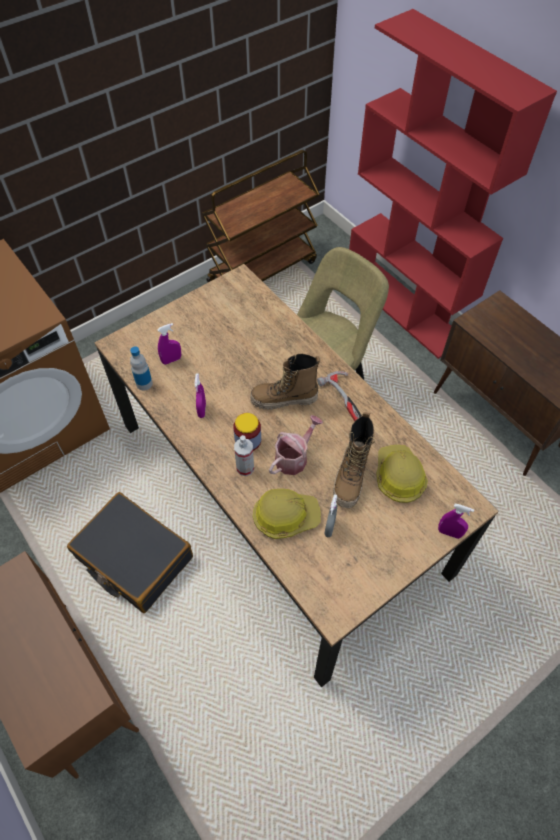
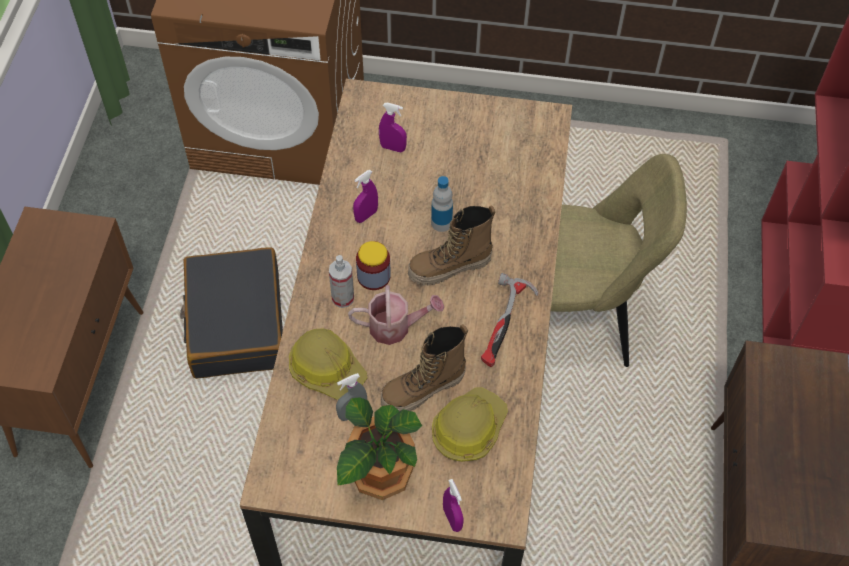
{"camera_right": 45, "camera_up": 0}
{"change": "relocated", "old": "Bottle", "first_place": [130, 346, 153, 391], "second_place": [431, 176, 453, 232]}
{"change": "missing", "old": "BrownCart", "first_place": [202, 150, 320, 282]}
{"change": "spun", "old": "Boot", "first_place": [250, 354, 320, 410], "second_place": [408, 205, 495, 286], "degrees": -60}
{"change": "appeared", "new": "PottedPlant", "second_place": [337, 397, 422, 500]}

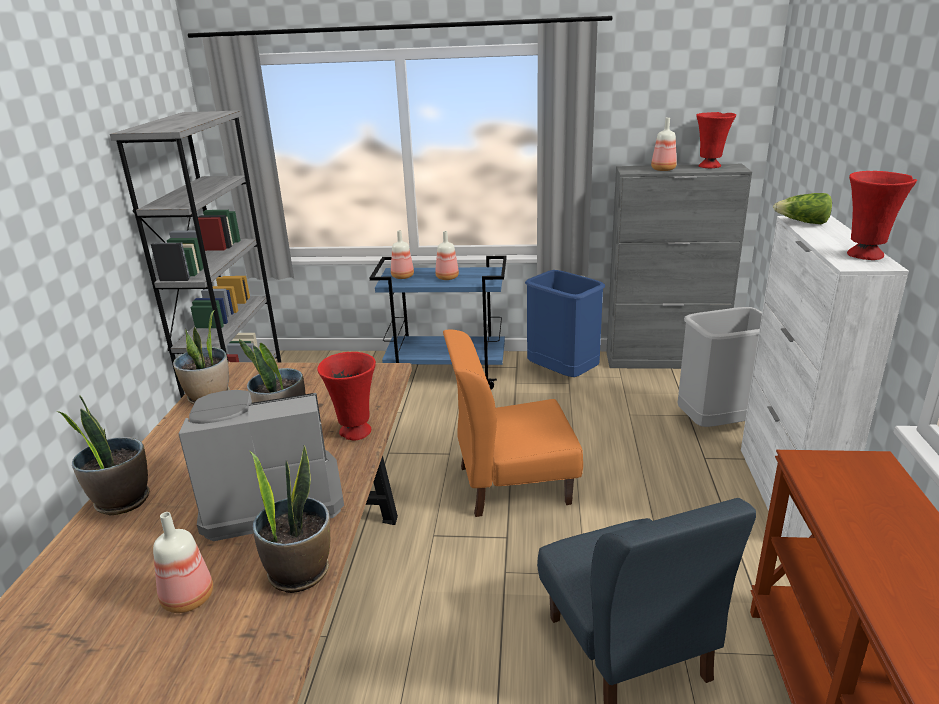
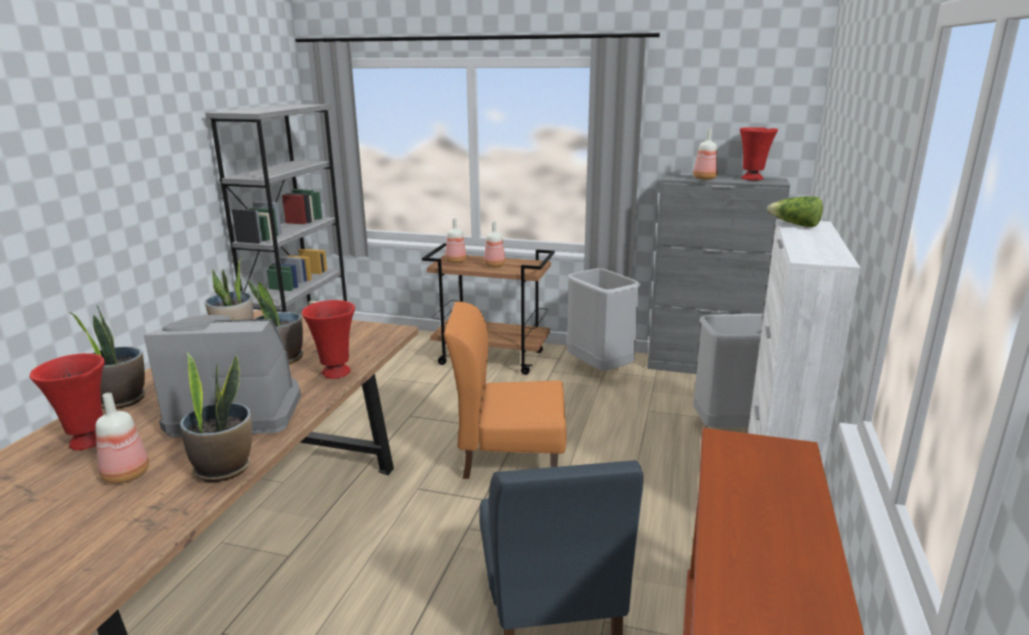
{"camera_right": 10, "camera_up": -5}
{"change": "colour", "old": "BlueCart", "new": "BrownCart", "first_place": [370, 256, 507, 389], "second_place": [422, 243, 555, 375]}
{"change": "colour", "old": "BlueTrashCan", "new": "GreyTrashCan", "first_place": [525, 270, 605, 377], "second_place": [567, 268, 641, 371]}
{"change": "relocated", "old": "RedVase", "first_place": [847, 171, 917, 260], "second_place": [29, 353, 105, 450]}

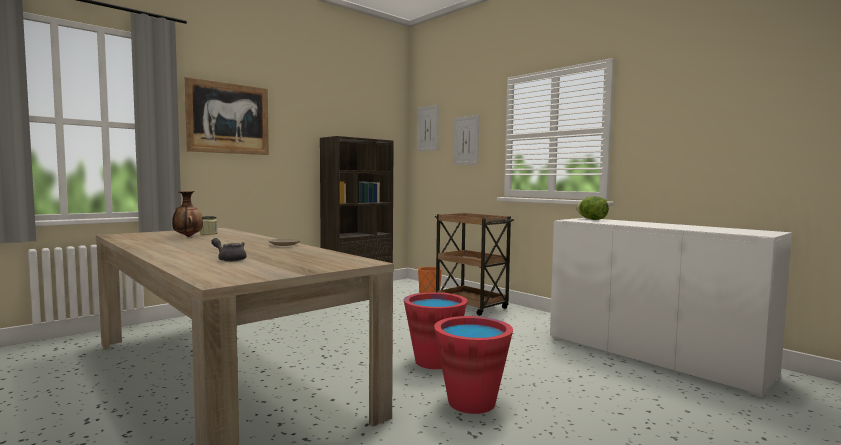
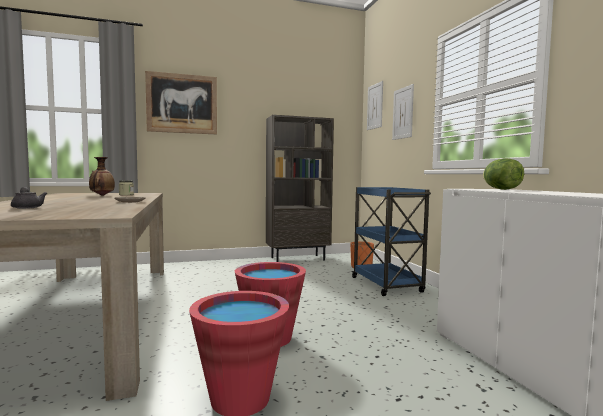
{"camera_right": 25, "camera_up": 0}
{"change": "colour", "old": "BrownCart", "new": "BlueCart", "first_place": [435, 213, 514, 316], "second_place": [352, 187, 431, 296]}

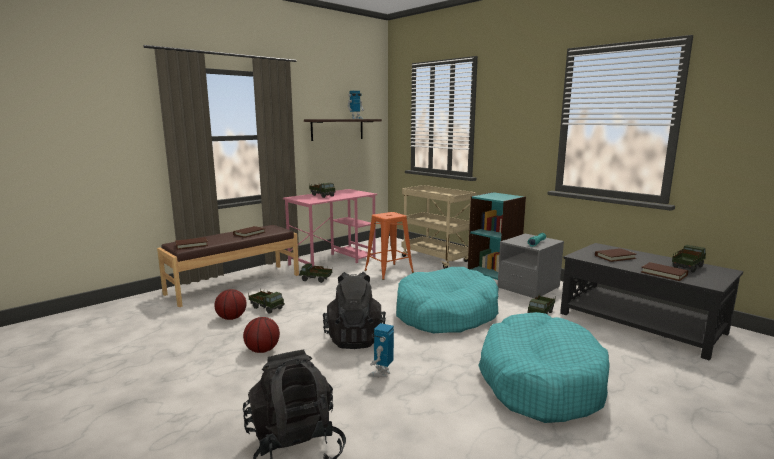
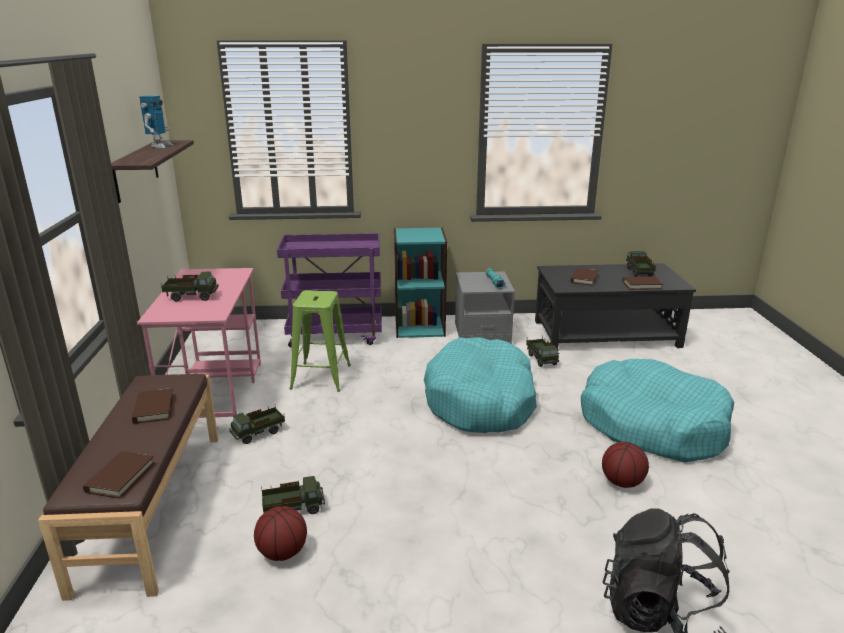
{"camera_right": -50, "camera_up": 10}
{"change": "relocated", "old": "Basketball", "first_place": [243, 317, 280, 353], "second_place": [602, 442, 649, 488]}
{"change": "missing", "old": "BlackBackpack", "first_place": [323, 272, 386, 349]}
{"change": "colour", "old": "OrangeStool", "new": "GreenStool", "first_place": [364, 212, 414, 280], "second_place": [289, 290, 351, 392]}
{"change": "missing", "old": "ToyRobot", "first_place": [368, 323, 394, 377]}
{"change": "colour", "old": "BeigeCart", "new": "PurpleCart", "first_place": [402, 185, 476, 269], "second_place": [277, 233, 382, 348]}

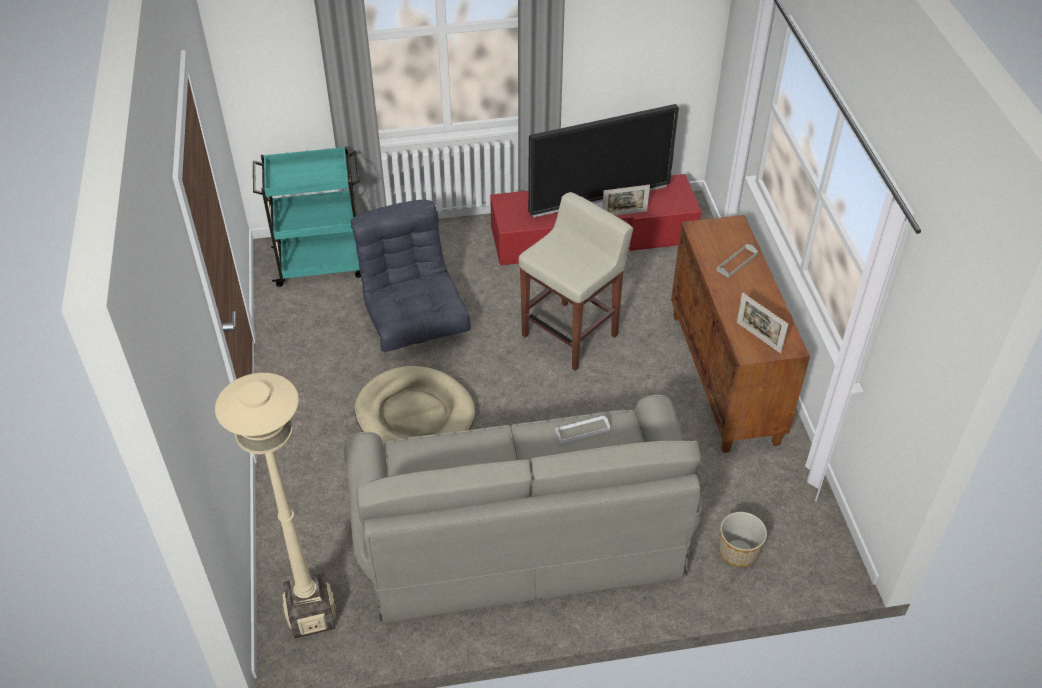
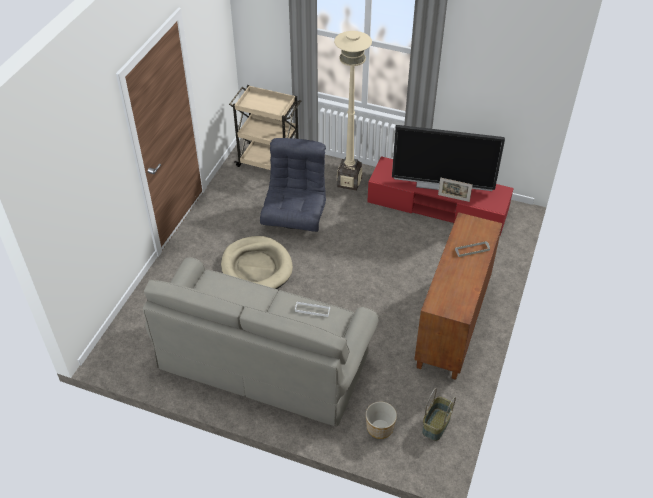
{"camera_right": 30, "camera_up": 0}
{"change": "relocated", "old": "BeigeFloorLamp", "first_place": [215, 373, 336, 639], "second_place": [334, 31, 372, 191]}
{"change": "colour", "old": "TurquoiseCart", "new": "BeigeCart", "first_place": [253, 147, 361, 287], "second_place": [229, 85, 301, 170]}
{"change": "missing", "old": "BeigeStool", "first_place": [519, 192, 633, 371]}
{"change": "missing", "old": "PictureFrame", "first_place": [737, 293, 788, 353]}
{"change": "appeared", "new": "Basket", "second_place": [422, 388, 456, 441]}

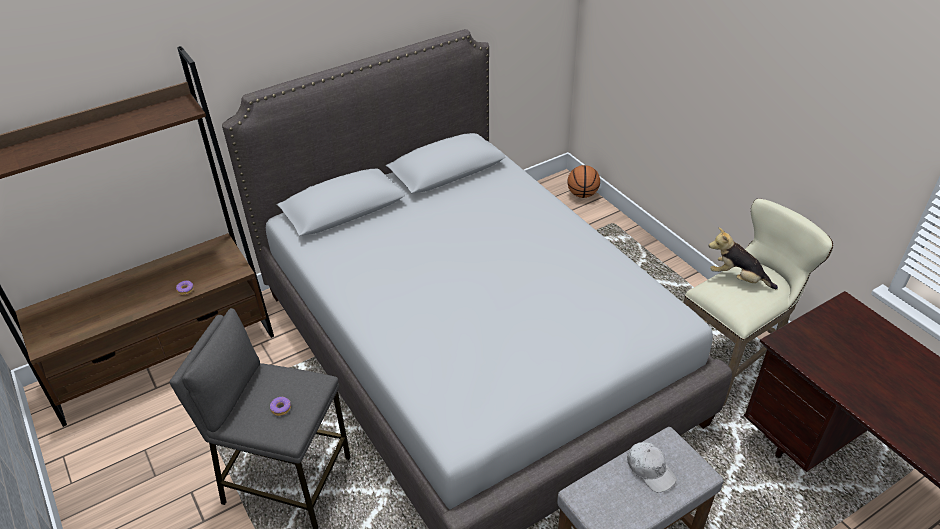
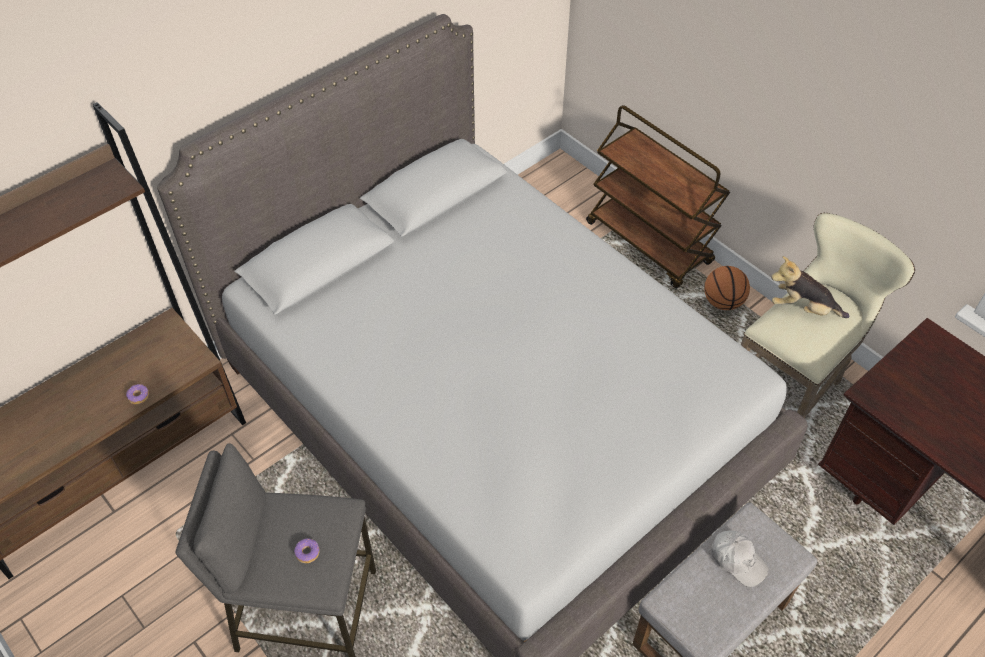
{"camera_right": -10, "camera_up": 10}
{"change": "relocated", "old": "Basketball", "first_place": [567, 165, 600, 198], "second_place": [704, 266, 750, 310]}
{"change": "appeared", "new": "BrownCart", "second_place": [586, 105, 730, 289]}

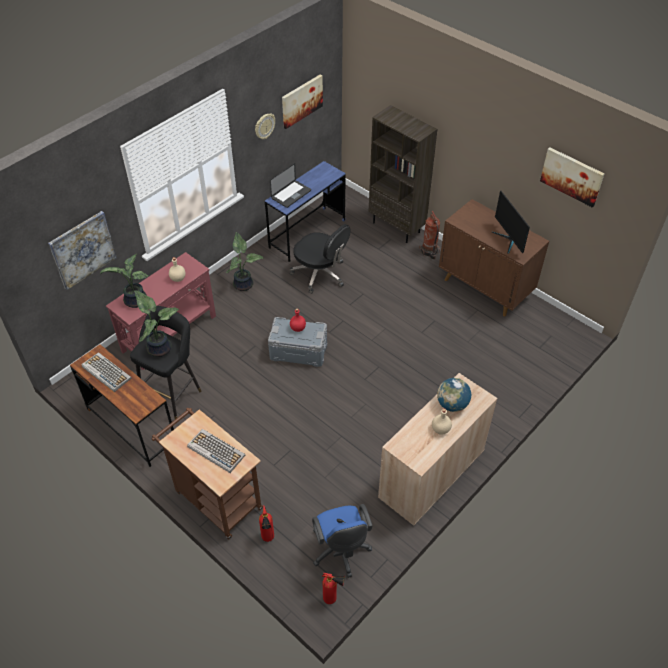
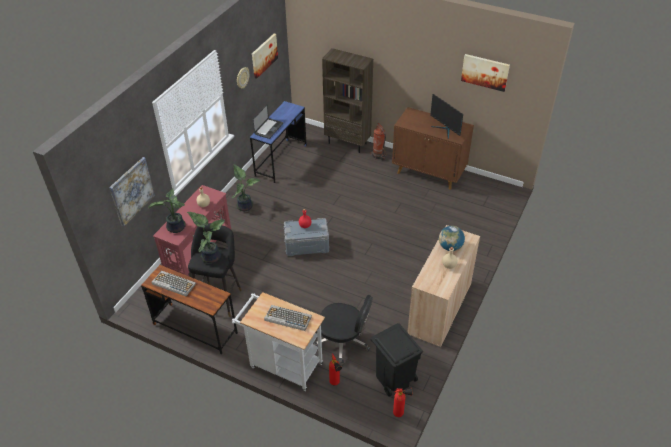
{"camera_right": -15, "camera_up": -5}
{"change": "colour", "old": "BrownCart", "new": "WhiteCart", "first_place": [152, 408, 263, 540], "second_place": [232, 292, 325, 391]}
{"change": "relocated", "old": "BlackOfficeChair", "first_place": [290, 224, 351, 294], "second_place": [314, 295, 373, 365]}
{"change": "exchanged", "old": "BlueOfficeChair", "new": "BlackTrashCan", "first_place": [312, 504, 373, 578], "second_place": [370, 323, 423, 397]}

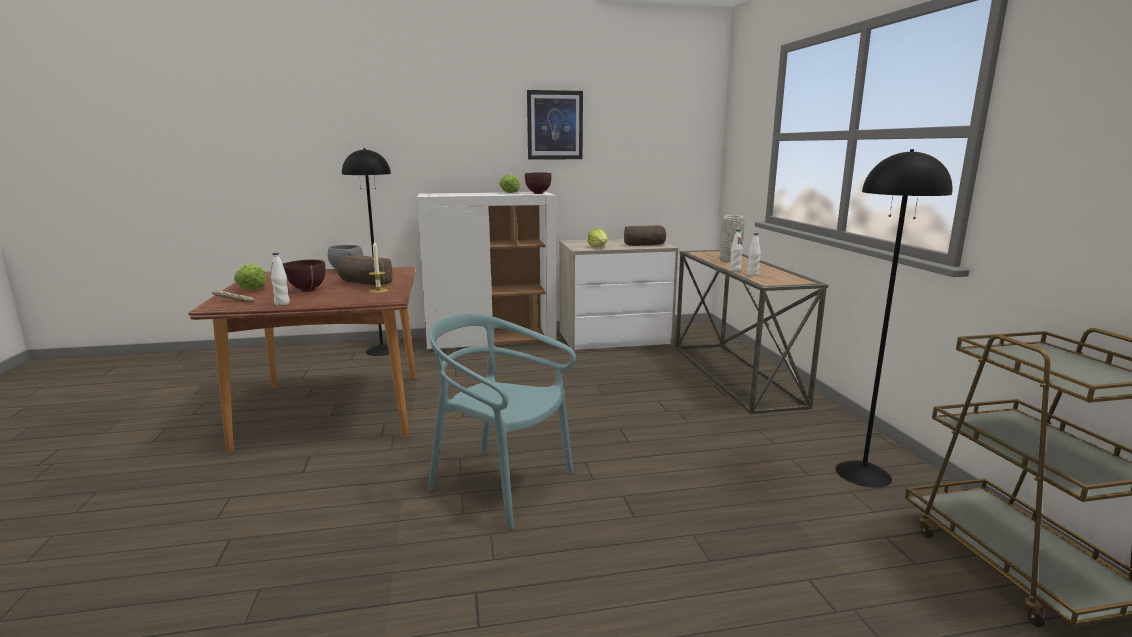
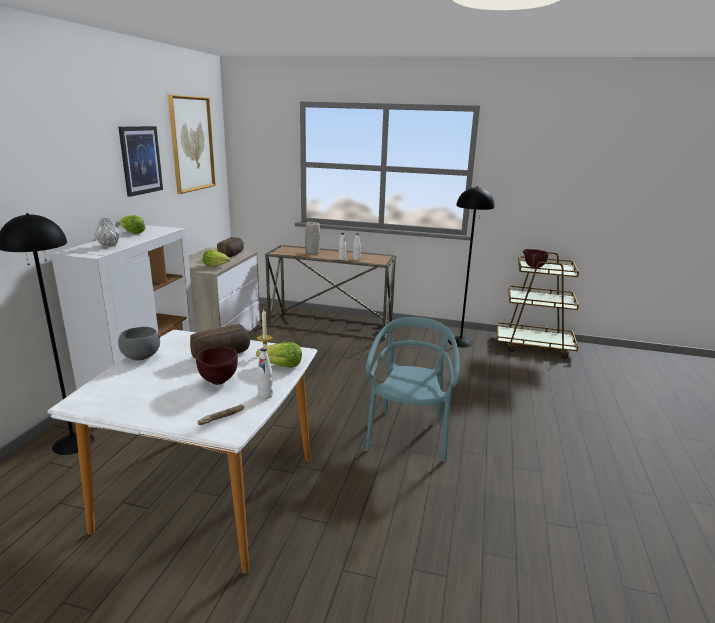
{"camera_right": -65, "camera_up": 5}
{"change": "colour", "old": "BrownDiningTable", "new": "WhiteDiningTable", "first_place": [188, 267, 416, 453], "second_place": [47, 330, 318, 574]}
{"change": "relocated", "old": "Lettuce", "first_place": [234, 264, 266, 290], "second_place": [256, 342, 302, 368]}
{"change": "spun", "old": "TurquoiseChair", "first_place": [428, 313, 576, 529], "second_place": [365, 317, 460, 462], "degrees": 135}
{"change": "relocated", "old": "BrownBowl", "first_place": [525, 172, 551, 194], "second_place": [523, 249, 548, 269]}
{"change": "appeared", "new": "GreyVase", "second_place": [94, 218, 121, 247]}
{"change": "appeared", "new": "Picture", "second_place": [168, 95, 216, 194]}

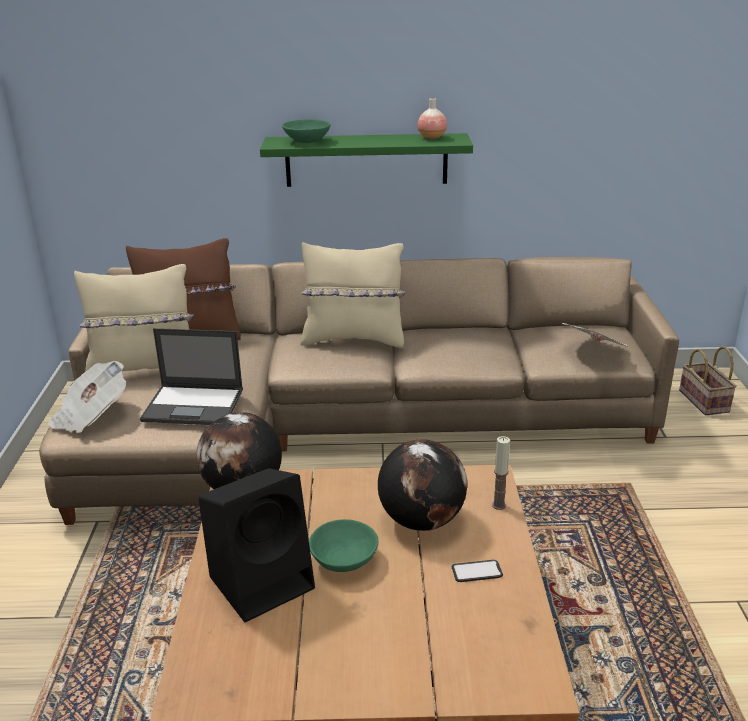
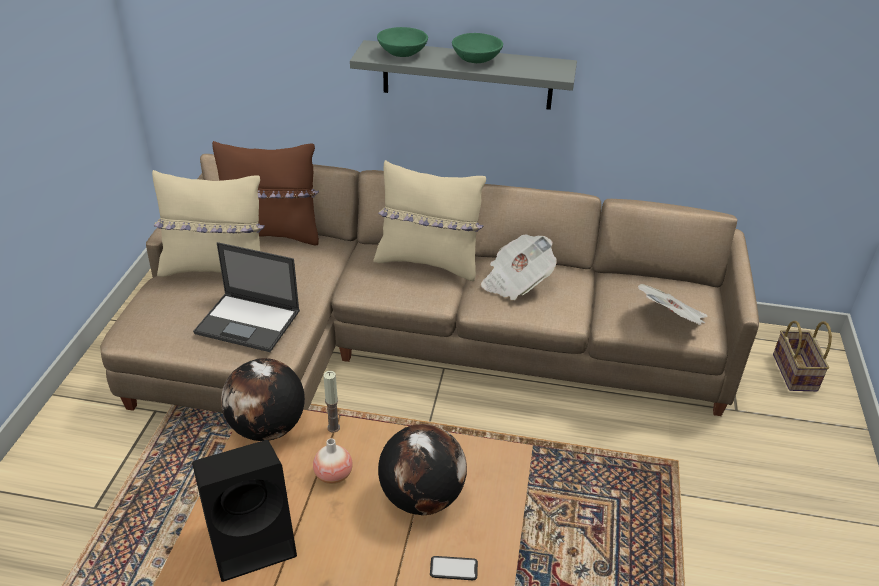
{"camera_right": 10, "camera_up": 10}
{"change": "relocated", "old": "Newspaper", "first_place": [48, 361, 126, 433], "second_place": [481, 234, 557, 300]}
{"change": "colour", "old": "GreenShelf", "new": "GreyShelf", "first_place": [260, 133, 473, 187], "second_place": [350, 40, 577, 110]}
{"change": "relocated", "old": "GreenBowl", "first_place": [309, 519, 378, 572], "second_place": [452, 33, 503, 63]}
{"change": "relocated", "old": "Vase", "first_place": [417, 98, 447, 139], "second_place": [313, 438, 352, 484]}
{"change": "relocated", "old": "Candle", "first_place": [492, 436, 510, 510], "second_place": [324, 371, 340, 433]}

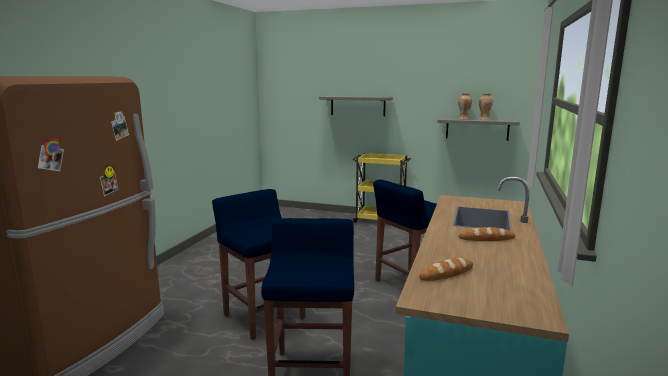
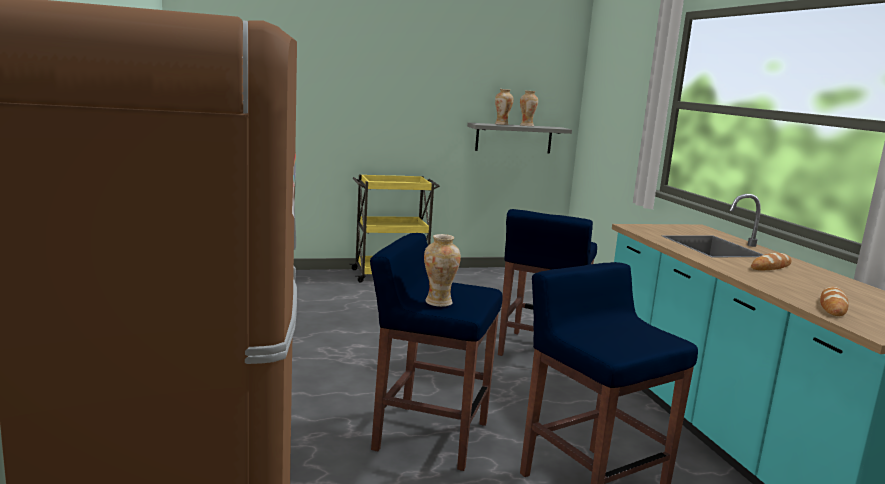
{"camera_right": -35, "camera_up": 0}
{"change": "missing", "old": "GreyShelf", "first_place": [319, 96, 393, 116]}
{"change": "appeared", "new": "Vase", "second_place": [424, 234, 461, 307]}

